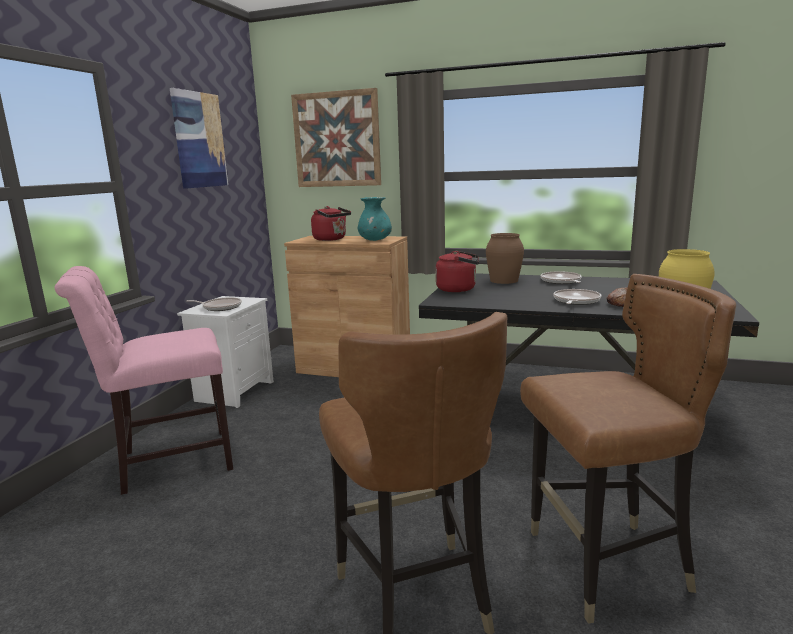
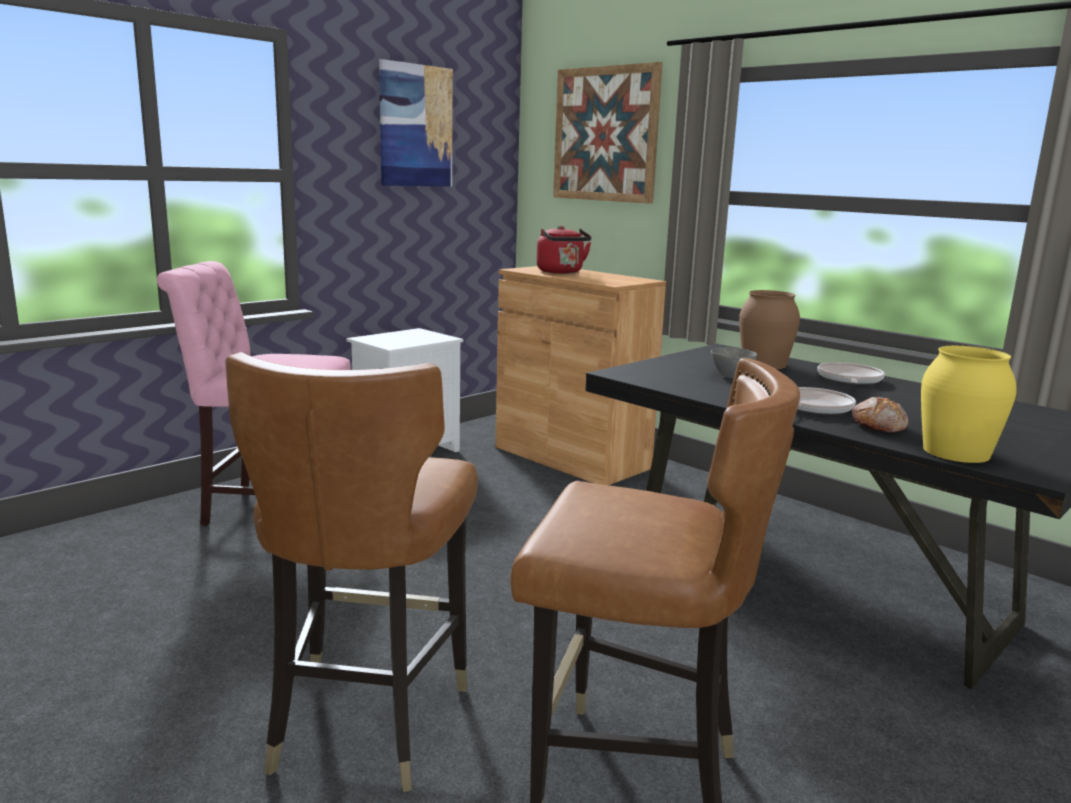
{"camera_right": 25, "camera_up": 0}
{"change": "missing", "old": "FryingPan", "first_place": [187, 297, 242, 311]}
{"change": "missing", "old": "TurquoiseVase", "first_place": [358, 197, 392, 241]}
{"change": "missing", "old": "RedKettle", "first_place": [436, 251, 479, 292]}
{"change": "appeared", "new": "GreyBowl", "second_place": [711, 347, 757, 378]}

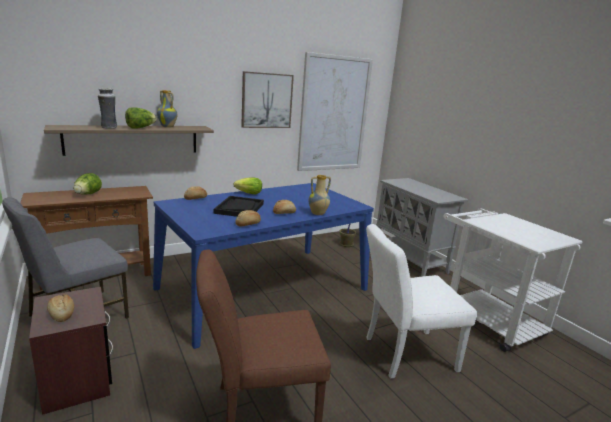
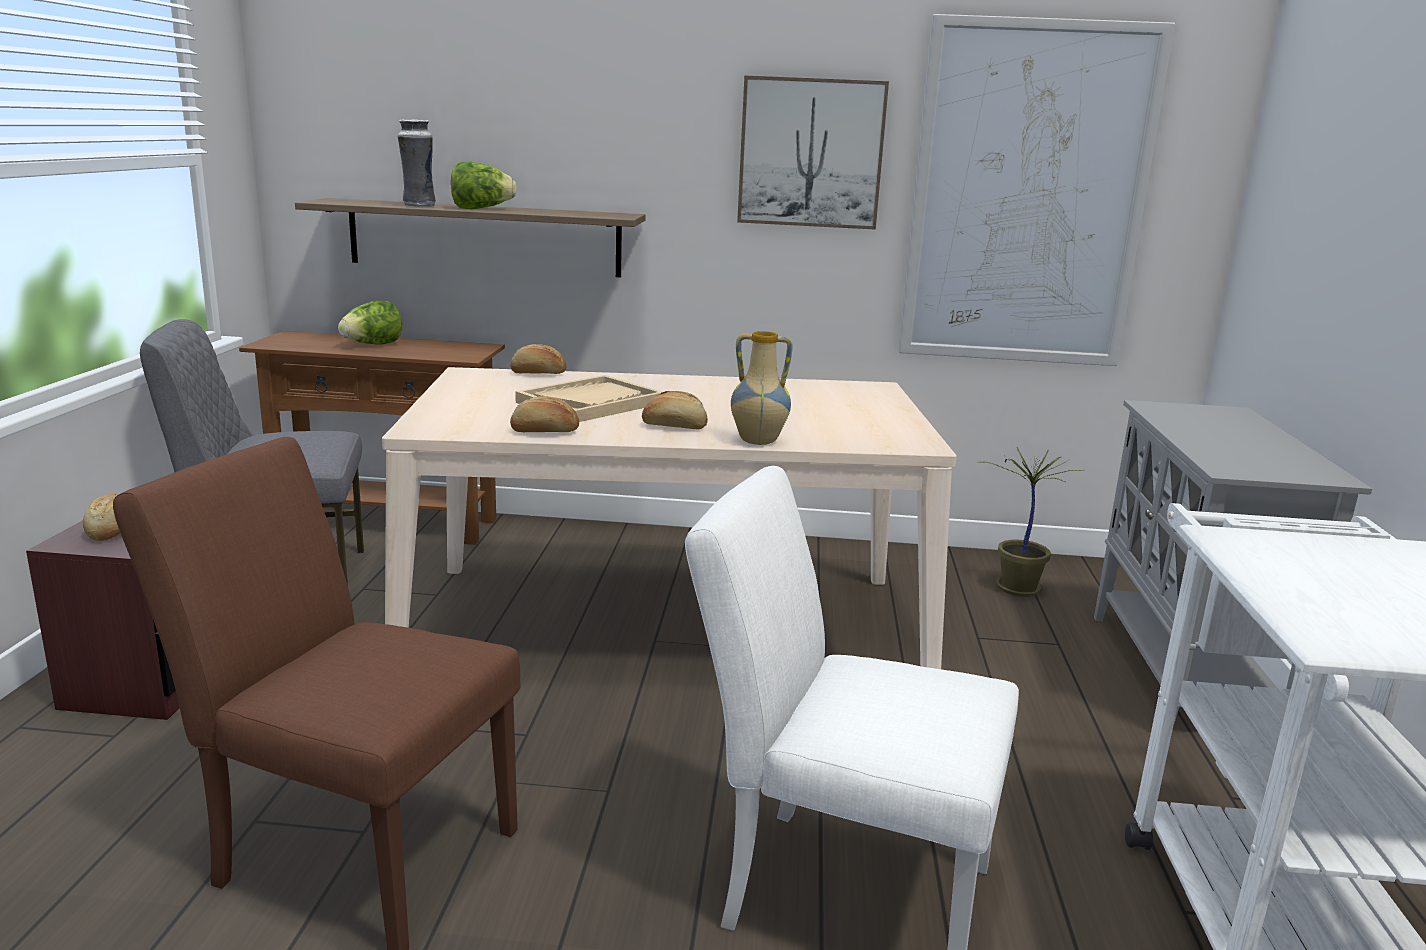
{"camera_right": 35, "camera_up": 0}
{"change": "colour", "old": "BlueDiningTable", "new": "BeigeDiningTable", "first_place": [153, 183, 374, 349], "second_place": [382, 367, 957, 669]}
{"change": "missing", "old": "Vase", "first_place": [157, 90, 177, 128]}
{"change": "colour", "old": "BlackTray", "new": "BeigeTray", "first_place": [213, 196, 264, 217], "second_place": [515, 375, 663, 422]}
{"change": "missing", "old": "Lettuce", "first_place": [234, 177, 262, 195]}

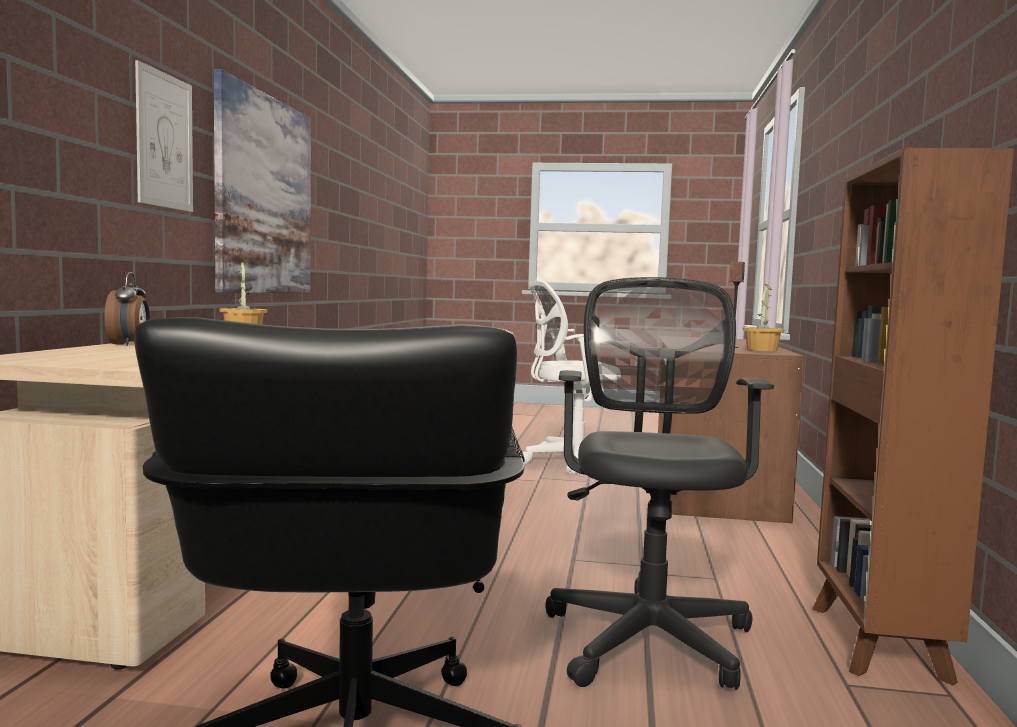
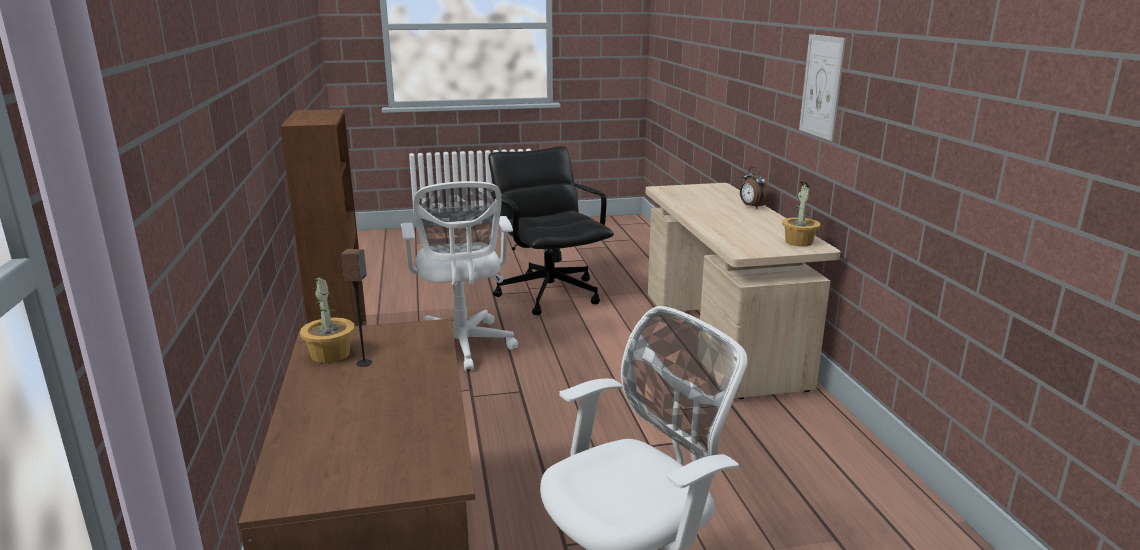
{"camera_right": 160, "camera_up": 15}
{"change": "missing", "old": "Picture", "first_place": [214, 69, 311, 293]}
{"change": "colour", "old": "BlackOfficeChair", "new": "WhiteOfficeChair", "first_place": [545, 277, 774, 690], "second_place": [401, 181, 518, 371]}

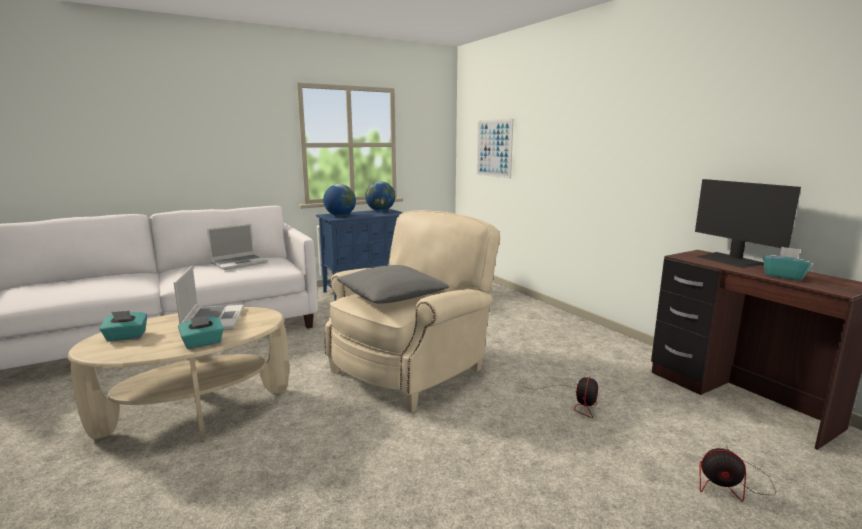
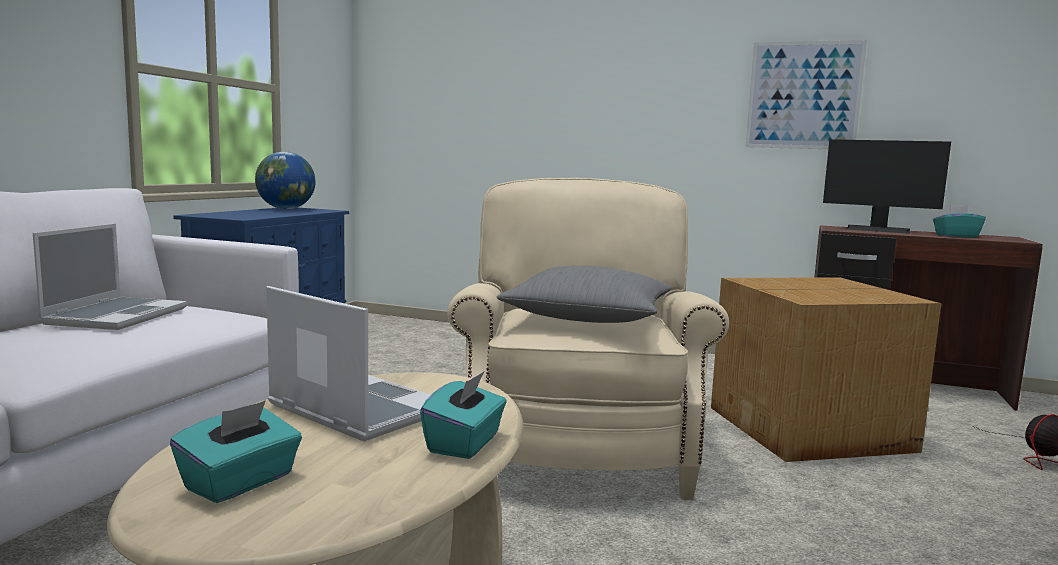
{"camera_right": -40, "camera_up": -5}
{"change": "missing", "old": "Globe", "first_place": [323, 184, 356, 216]}
{"change": "relocated", "old": "Picture", "first_place": [477, 119, 513, 178], "second_place": [745, 40, 867, 149]}
{"change": "exchanged", "old": "Fan", "new": "CardboardBox", "first_place": [525, 377, 598, 418], "second_place": [711, 277, 942, 462]}

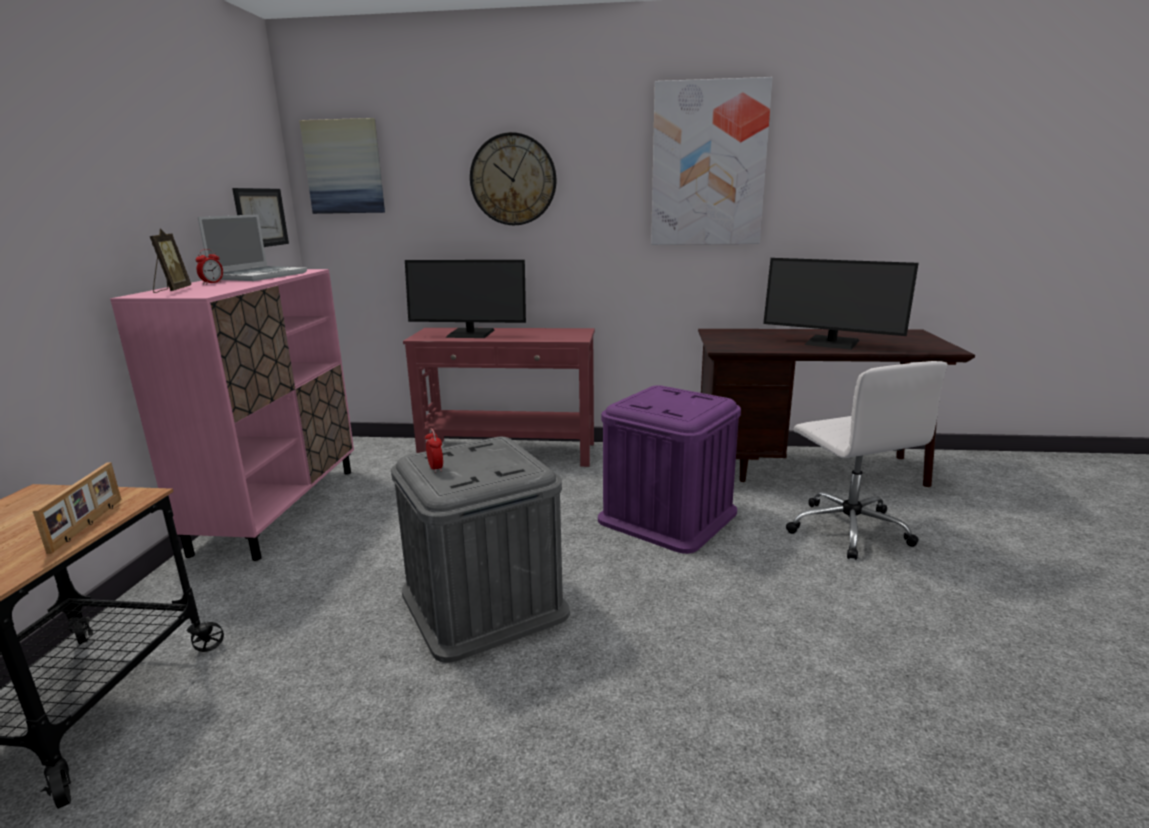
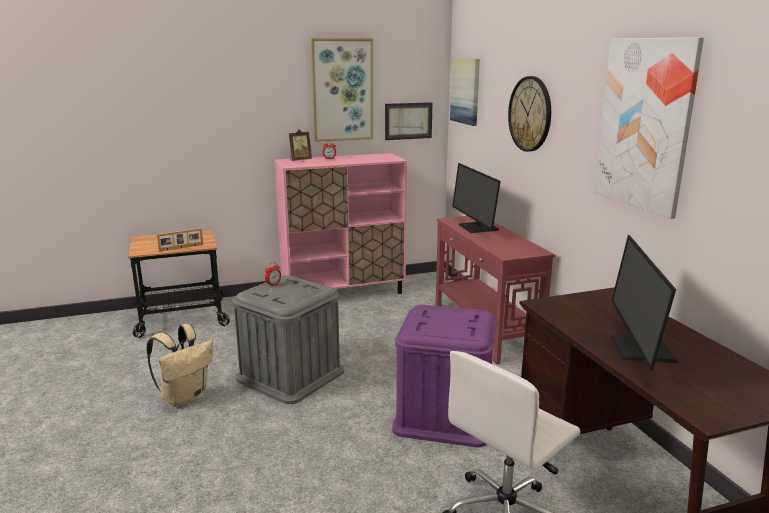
{"camera_right": 65, "camera_up": 0}
{"change": "missing", "old": "Laptop", "first_place": [198, 214, 307, 281]}
{"change": "appeared", "new": "BeigeBackpack", "second_place": [146, 324, 213, 407]}
{"change": "appeared", "new": "Picture", "second_place": [311, 38, 373, 142]}

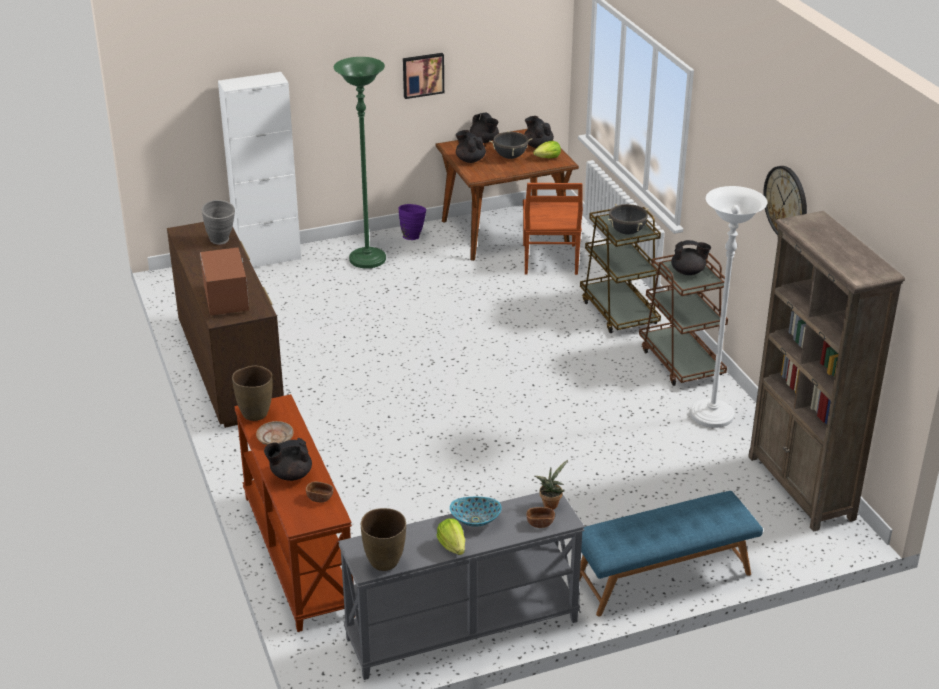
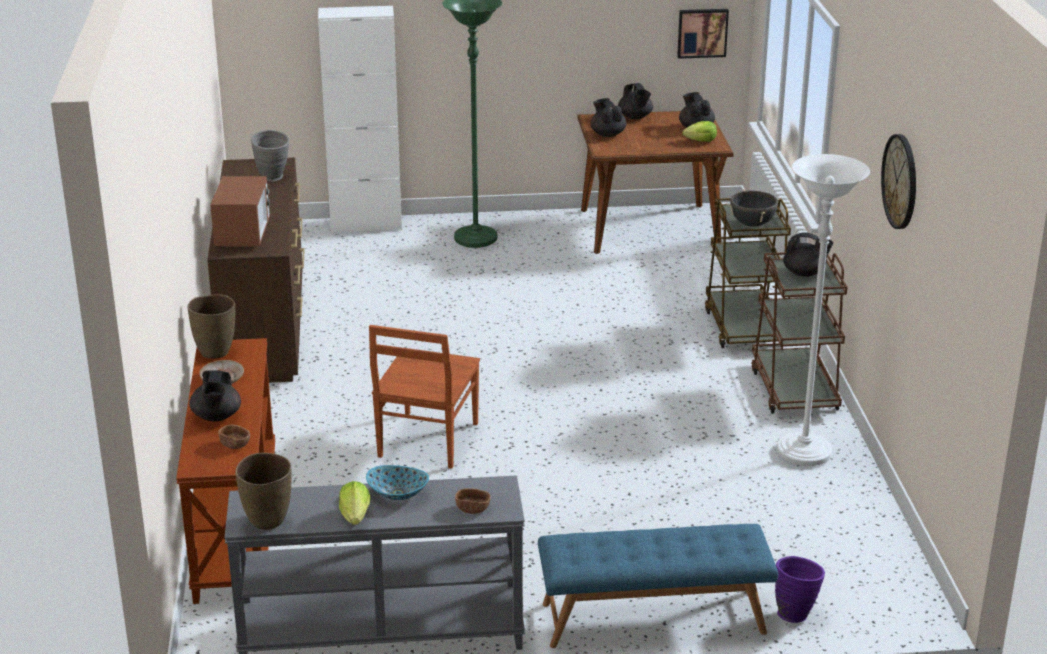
{"camera_right": 15, "camera_up": -5}
{"change": "spun", "old": "BlackTeapot", "first_place": [264, 438, 312, 481], "second_place": [189, 370, 241, 421], "degrees": -90}
{"change": "relocated", "old": "PurpleVase", "first_place": [399, 204, 426, 240], "second_place": [775, 556, 825, 623]}
{"change": "relocated", "old": "Picture", "first_place": [403, 53, 444, 99], "second_place": [677, 9, 729, 59]}
{"change": "missing", "old": "BlackCookingPot", "first_place": [489, 131, 532, 159]}
{"change": "relocated", "old": "BrownChair", "first_place": [523, 183, 583, 275], "second_place": [369, 325, 480, 469]}
{"change": "missing", "old": "PottedPlant", "first_place": [535, 460, 568, 509]}
{"change": "missing", "old": "BrownBookcase", "first_place": [748, 211, 905, 532]}

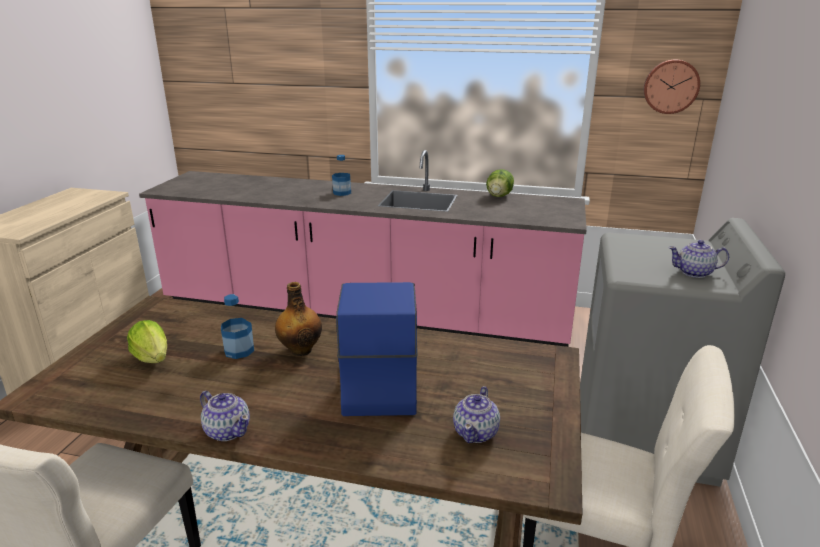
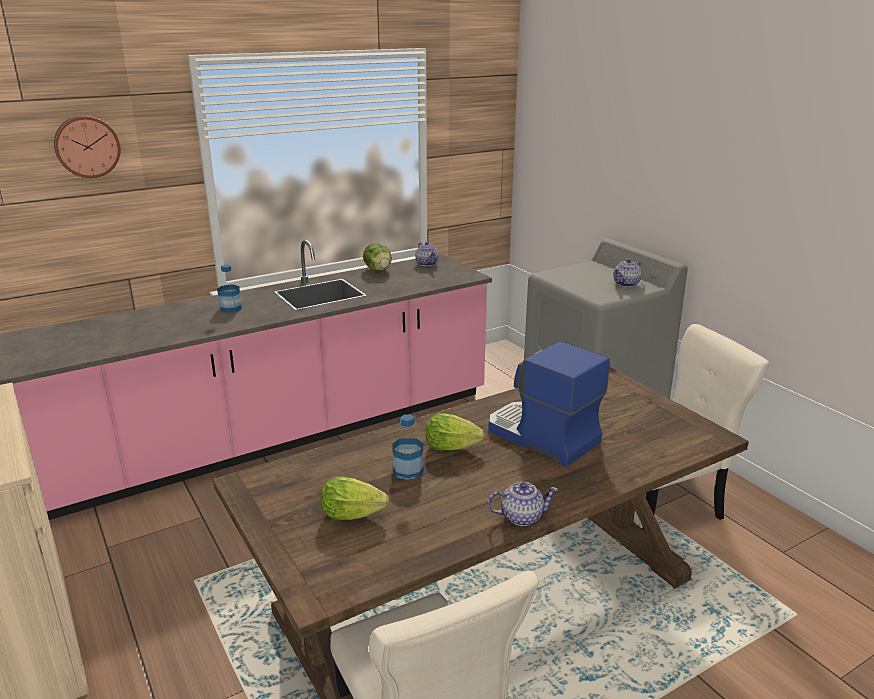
{"camera_right": -45, "camera_up": 0}
{"change": "exchanged", "old": "Bottle", "new": "Lettuce", "first_place": [275, 282, 322, 356], "second_place": [426, 413, 485, 450]}
{"change": "relocated", "old": "Teapot", "first_place": [453, 386, 500, 443], "second_place": [415, 242, 439, 266]}
{"change": "relocated", "old": "WallClock", "first_place": [644, 60, 700, 114], "second_place": [54, 116, 120, 178]}

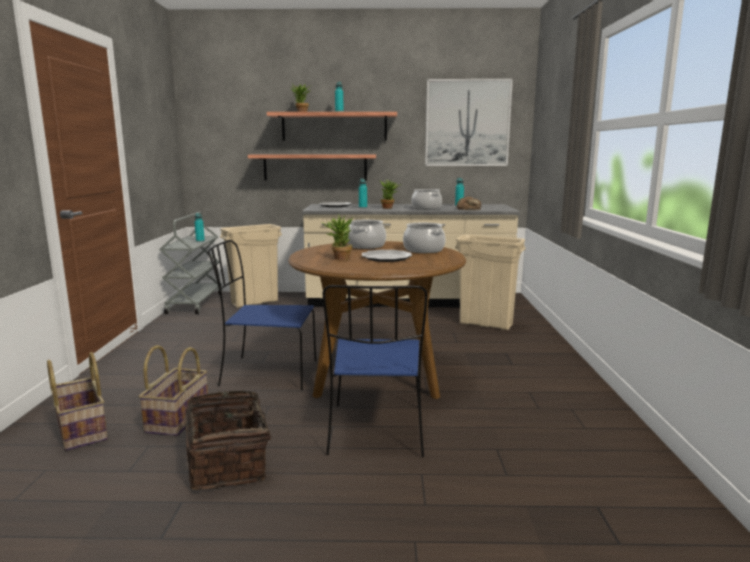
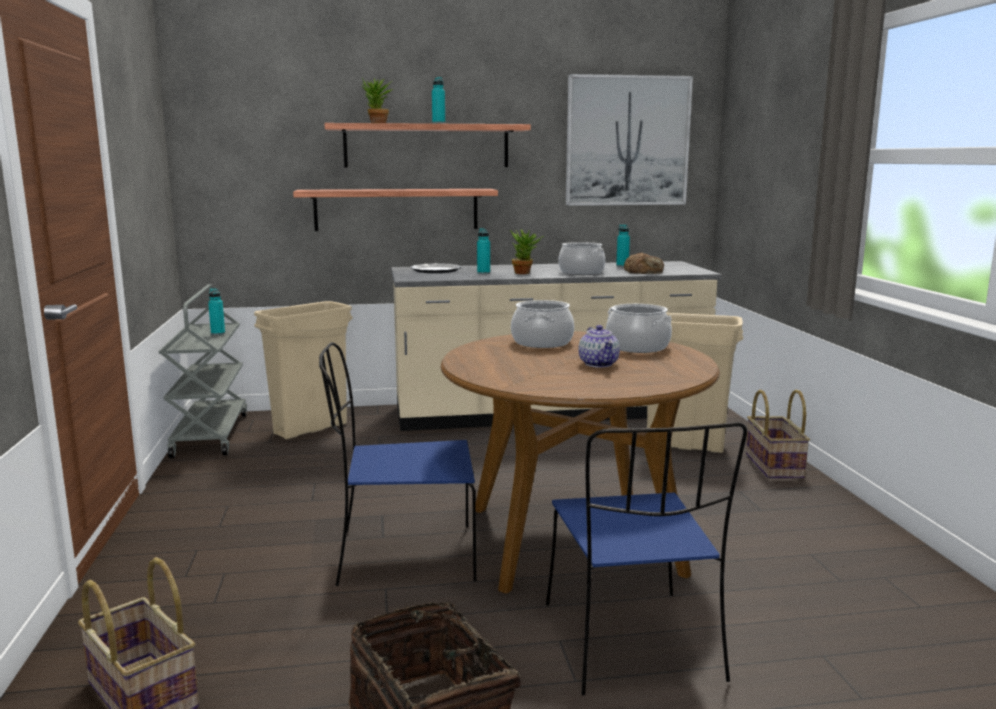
{"camera_right": -10, "camera_up": 0}
{"change": "relocated", "old": "Basket", "first_place": [138, 345, 208, 436], "second_place": [746, 390, 810, 479]}
{"change": "missing", "old": "PottedPlant", "first_place": [321, 214, 353, 260]}
{"change": "exchanged", "old": "Plate", "new": "Teapot", "first_place": [361, 250, 412, 262], "second_place": [579, 325, 620, 368]}

